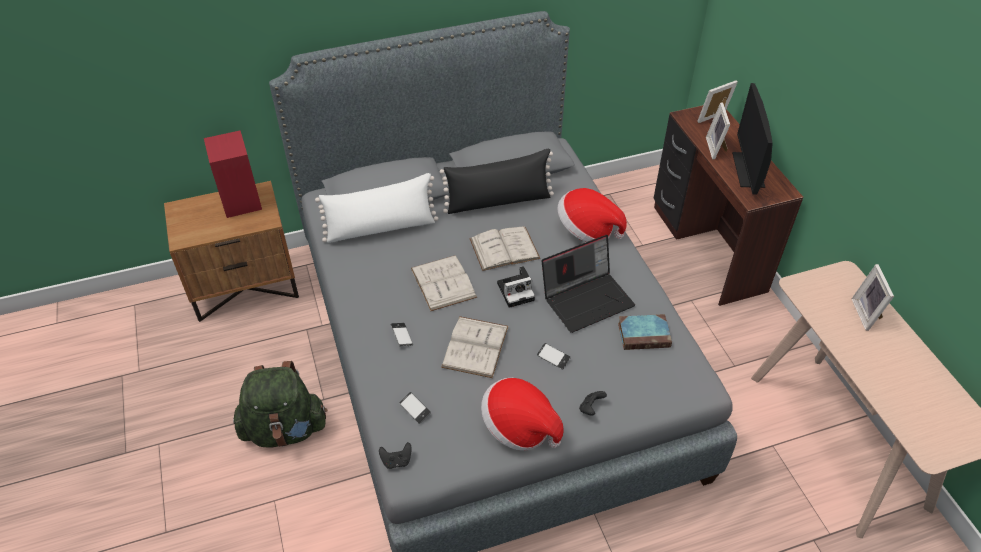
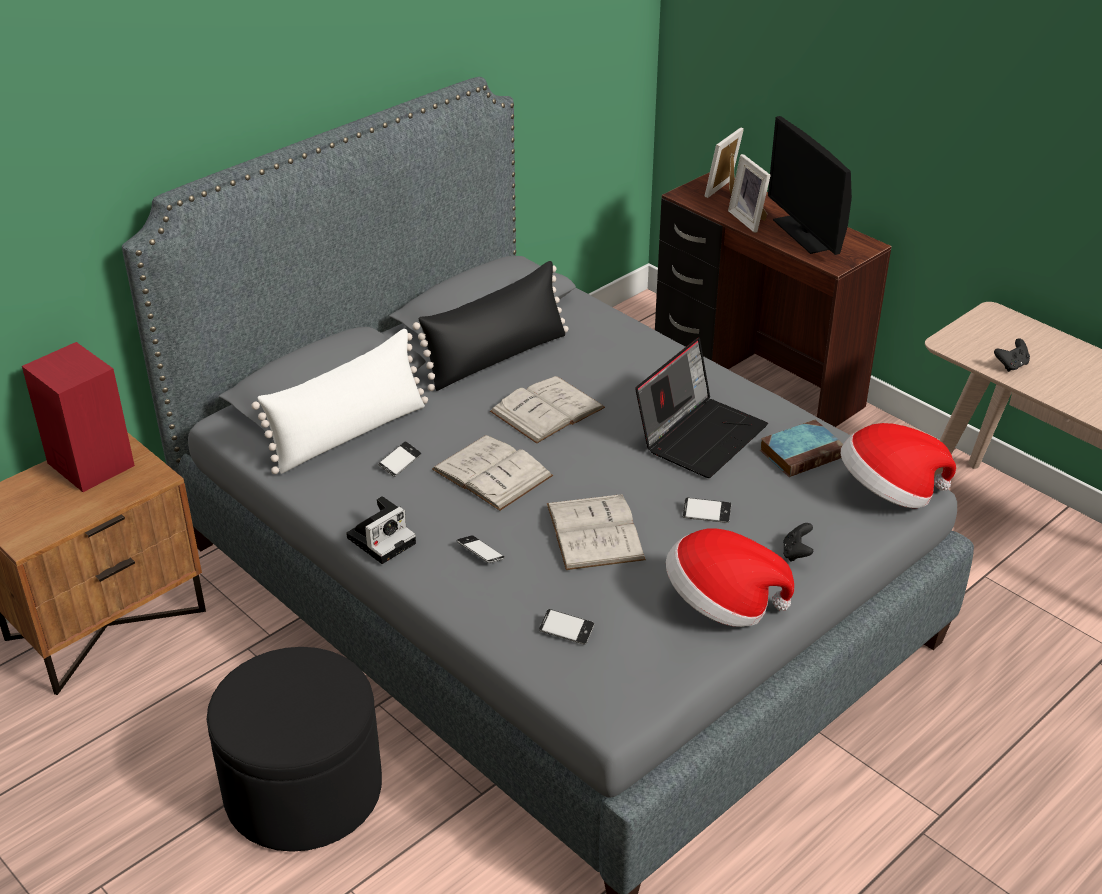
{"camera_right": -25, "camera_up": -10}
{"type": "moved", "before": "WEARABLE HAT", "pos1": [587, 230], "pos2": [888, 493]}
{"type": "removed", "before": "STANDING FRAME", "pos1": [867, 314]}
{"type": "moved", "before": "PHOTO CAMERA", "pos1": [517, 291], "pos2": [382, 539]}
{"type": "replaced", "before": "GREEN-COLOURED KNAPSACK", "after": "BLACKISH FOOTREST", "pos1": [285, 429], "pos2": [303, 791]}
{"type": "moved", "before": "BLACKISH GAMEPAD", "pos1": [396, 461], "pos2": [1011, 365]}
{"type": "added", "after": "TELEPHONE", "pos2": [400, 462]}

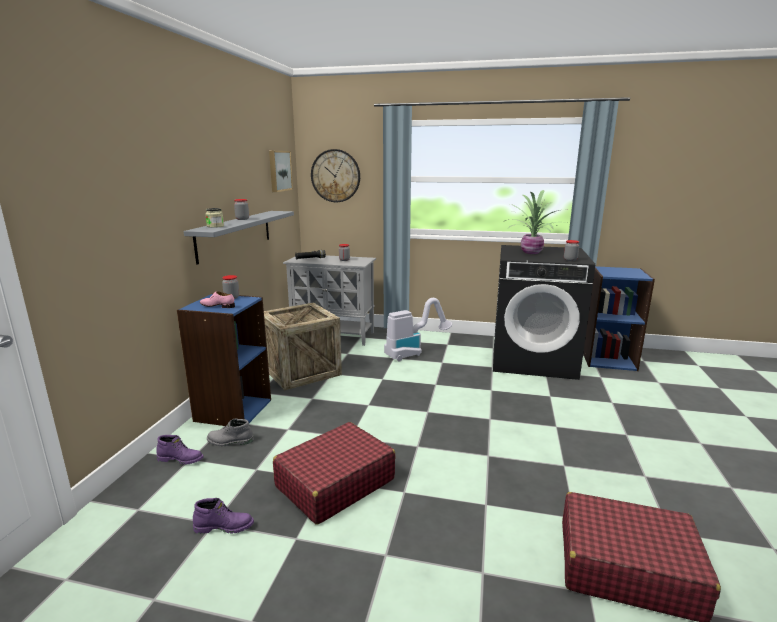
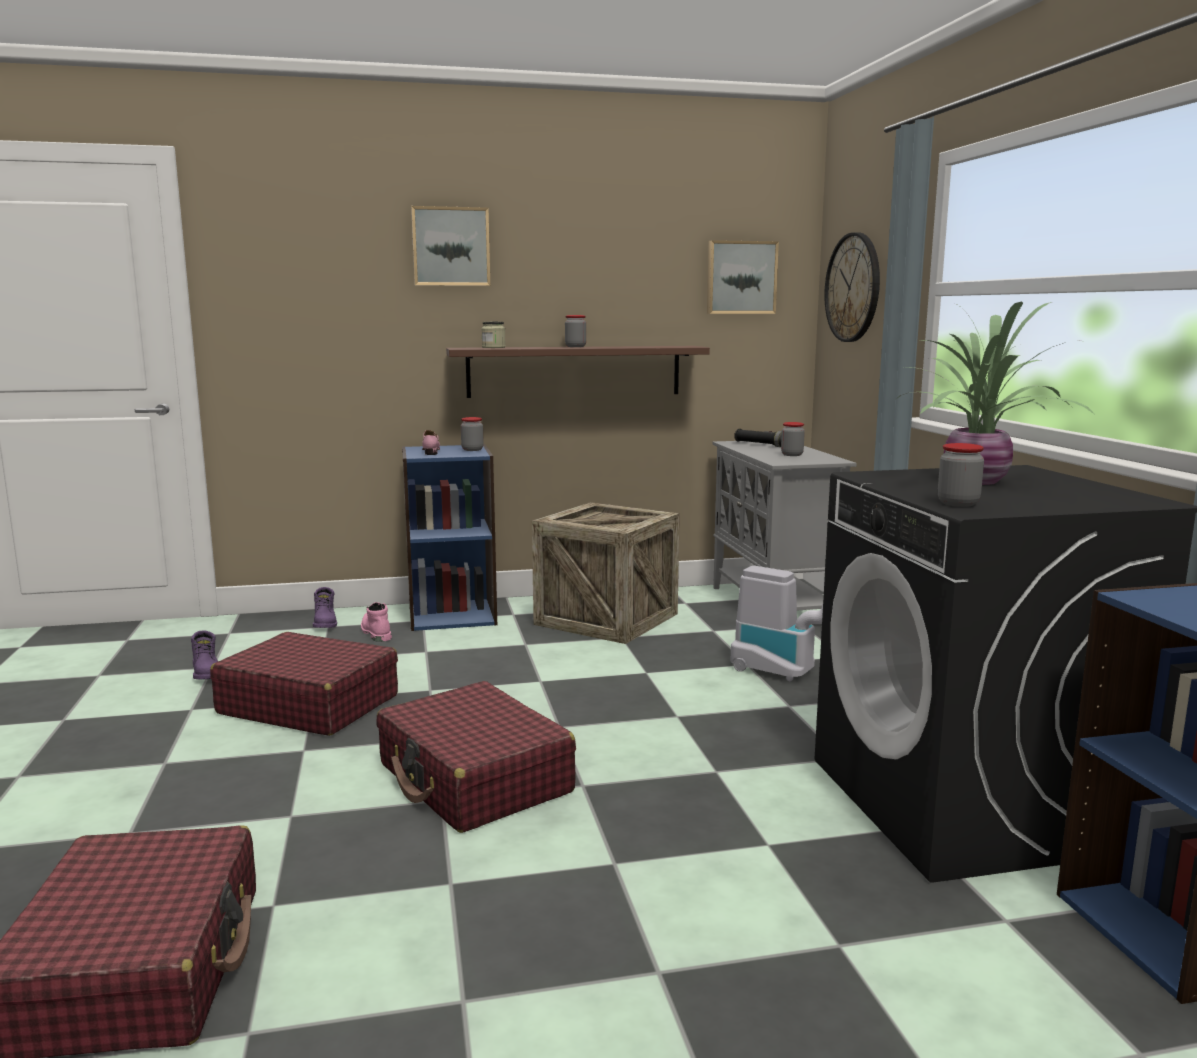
{"camera_right": 65, "camera_up": -5}
{"type": "recoloured", "before": "GRAY BRACKET SHELF", "after": "BROWN BRACKET SHELF", "pos1": [235, 234], "pos2": [574, 371]}
{"type": "recoloured", "before": "GRAY TALL BOOT", "after": "PINK-COLOURED TALL BOOT", "pos1": [230, 441], "pos2": [375, 632]}
{"type": "added", "after": "WALL PICTURE", "pos2": [451, 247]}
{"type": "added", "after": "RED-COLOURED PIECE OF LUGGAGE", "pos2": [475, 779]}

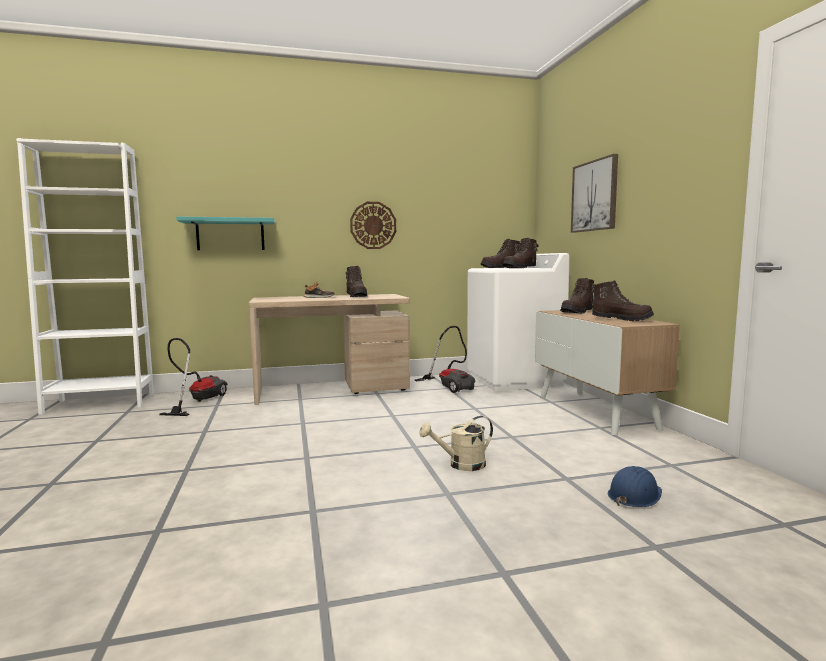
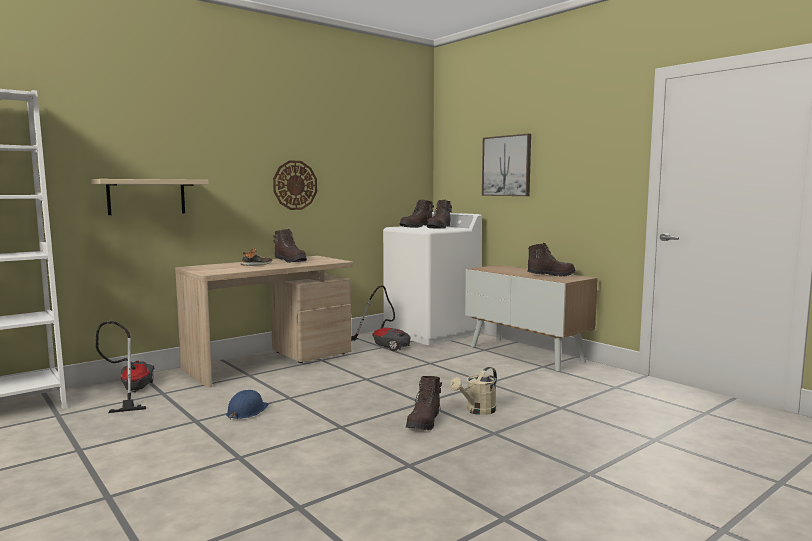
{"camera_right": -25, "camera_up": 0}
{"type": "recoloured", "before": "BLUE-GREEN BRACKET SHELF", "after": "BEIGE BRACKET SHELF", "pos1": [230, 235], "pos2": [146, 197]}
{"type": "moved", "before": "BROWN TALL BOOT", "pos1": [578, 312], "pos2": [424, 422]}
{"type": "moved", "before": "BLUISH HARD HAT", "pos1": [634, 495], "pos2": [247, 411]}

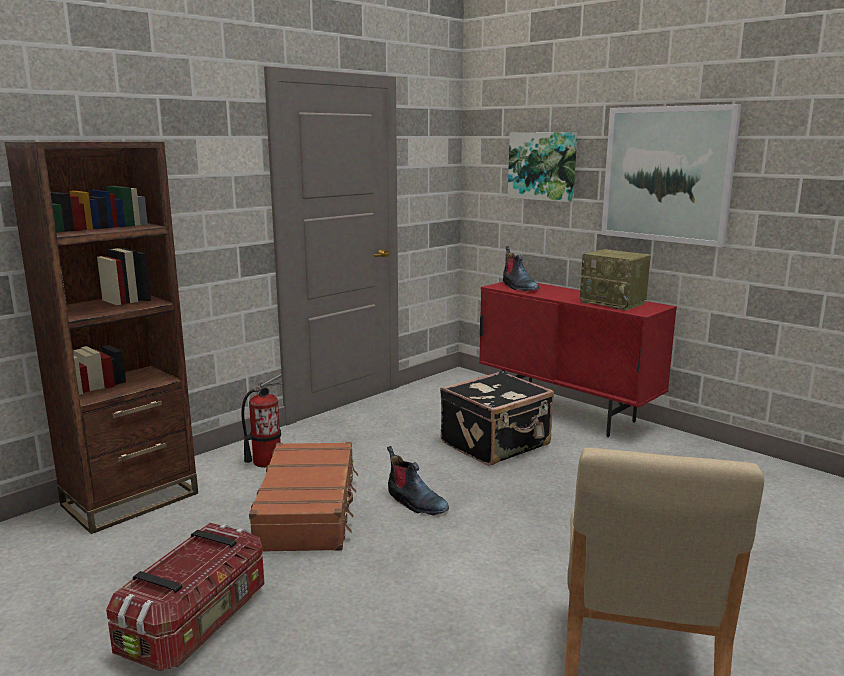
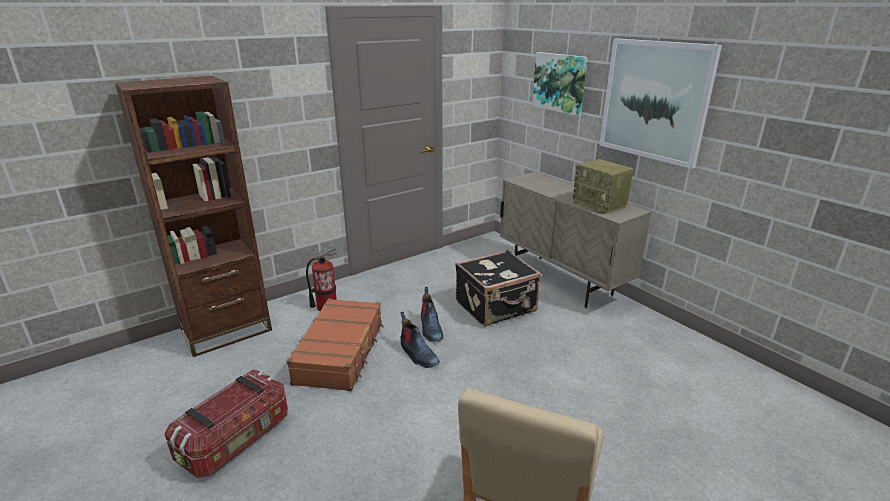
{"camera_right": 10, "camera_up": 10}
{"type": "moved", "before": "TALL BOOT", "pos1": [518, 287], "pos2": [430, 329]}
{"type": "recoloured", "before": "RED-COLOURED CUPBOARD", "after": "BEIGE CUPBOARD", "pos1": [566, 412], "pos2": [561, 281]}

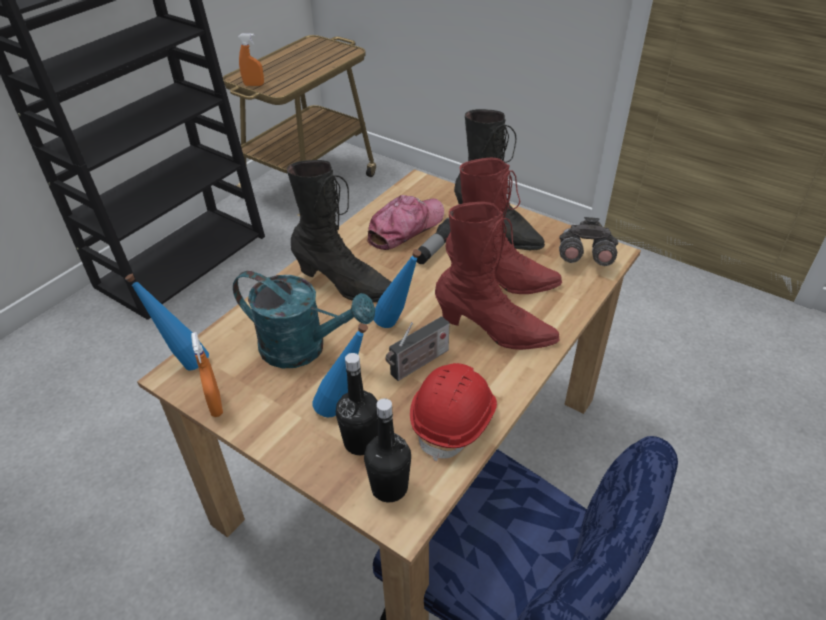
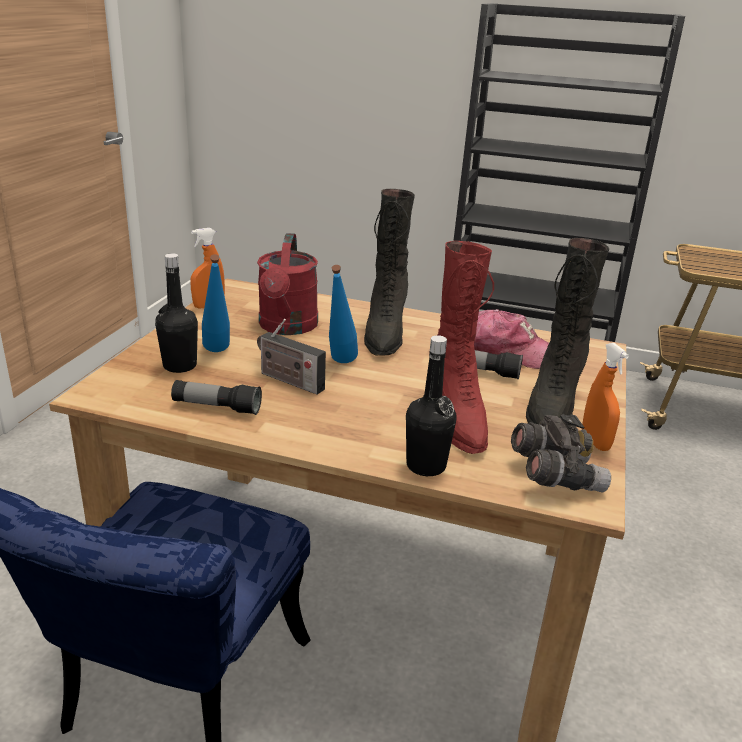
{"camera_right": 70, "camera_up": -15}
{"type": "moved", "before": "ORANGE-COLOURED SPRAYER", "pos1": [254, 85], "pos2": [595, 442]}
{"type": "removed", "before": "RED-COLOURED TALL BOOT", "pos1": [495, 331]}
{"type": "recoloured", "before": "BLUE-GREEN SPRINKLING CAN", "after": "RED-COLOURED SPRINKLING CAN", "pos1": [304, 348], "pos2": [287, 327]}
{"type": "removed", "before": "BLUISH BOTTLE", "pos1": [183, 361]}
{"type": "replaced", "before": "RED-COLOURED HARD HAT", "after": "FLASHLIGHT", "pos1": [454, 420], "pos2": [217, 407]}
{"type": "moved", "before": "BLACKISH BOTTLE", "pos1": [389, 487], "pos2": [426, 466]}

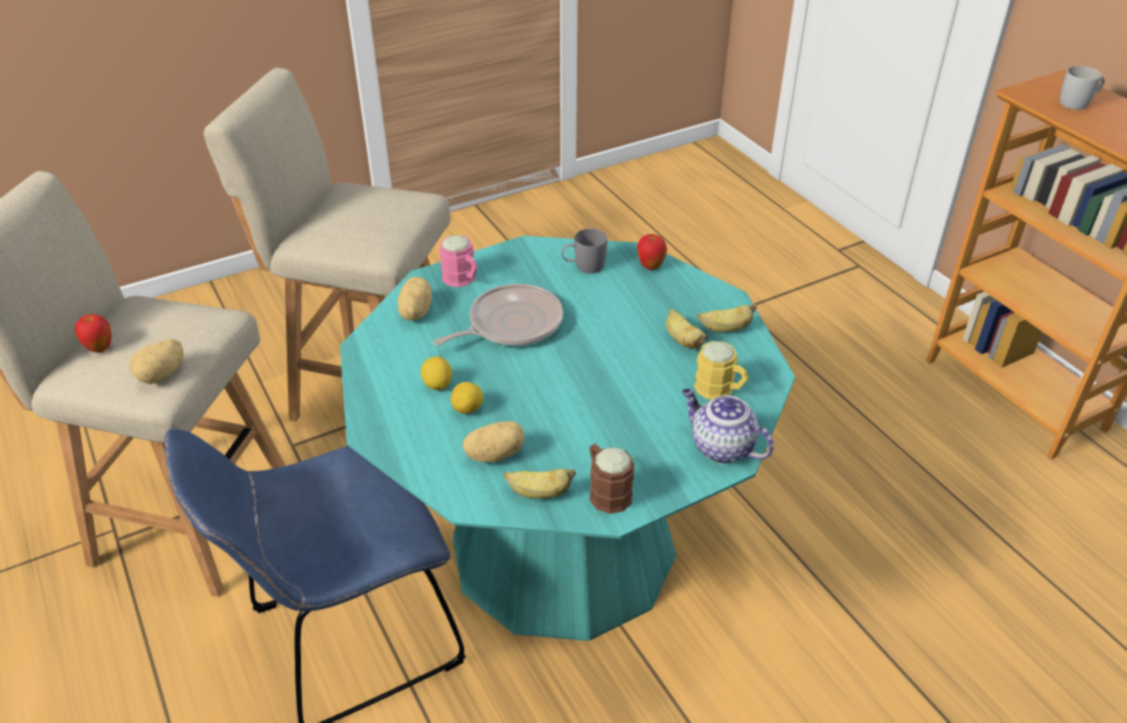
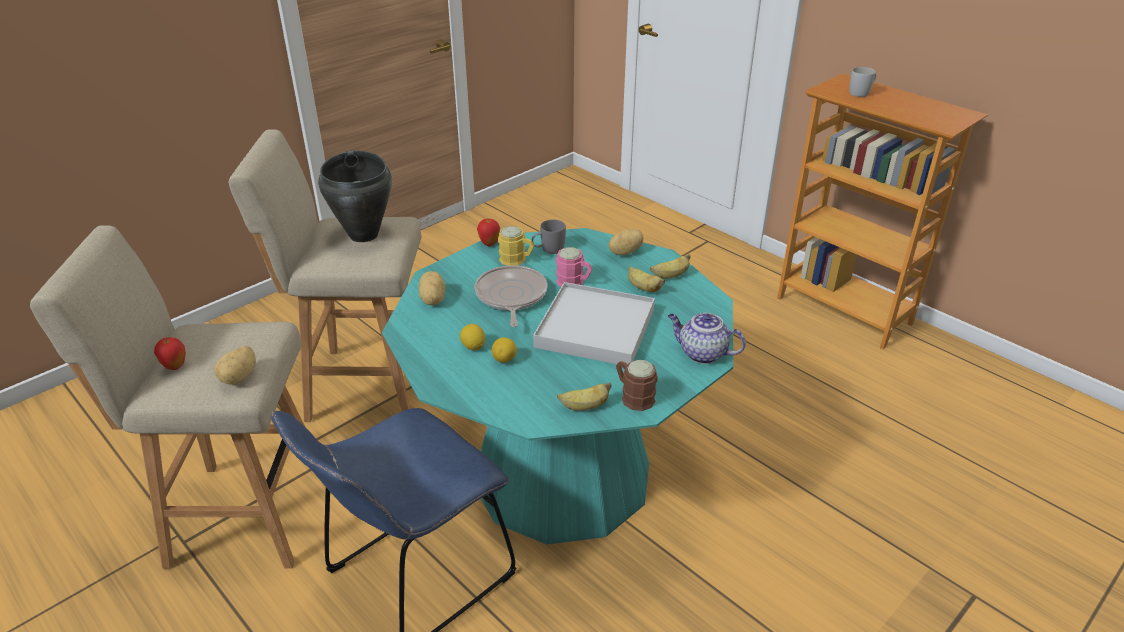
{"camera_right": -15, "camera_up": -5}
{"type": "moved", "before": "WHOLE APPLE", "pos1": [650, 266], "pos2": [489, 244]}
{"type": "moved", "before": "PINK-COLOURED MUG", "pos1": [462, 279], "pos2": [574, 282]}
{"type": "turned", "before": "SKILLET", "pos1": [511, 324], "pos2": [511, 296], "turn": -45}
{"type": "moved", "before": "YELLOWISH MUG", "pos1": [720, 390], "pos2": [517, 260]}
{"type": "moved", "before": "POTATO", "pos1": [495, 454], "pos2": [624, 252]}
{"type": "added", "after": "BLACKISH SAUCEPOT", "pos2": [364, 235]}
{"type": "added", "after": "WHITISH CARRYING TRAY", "pos2": [595, 328]}

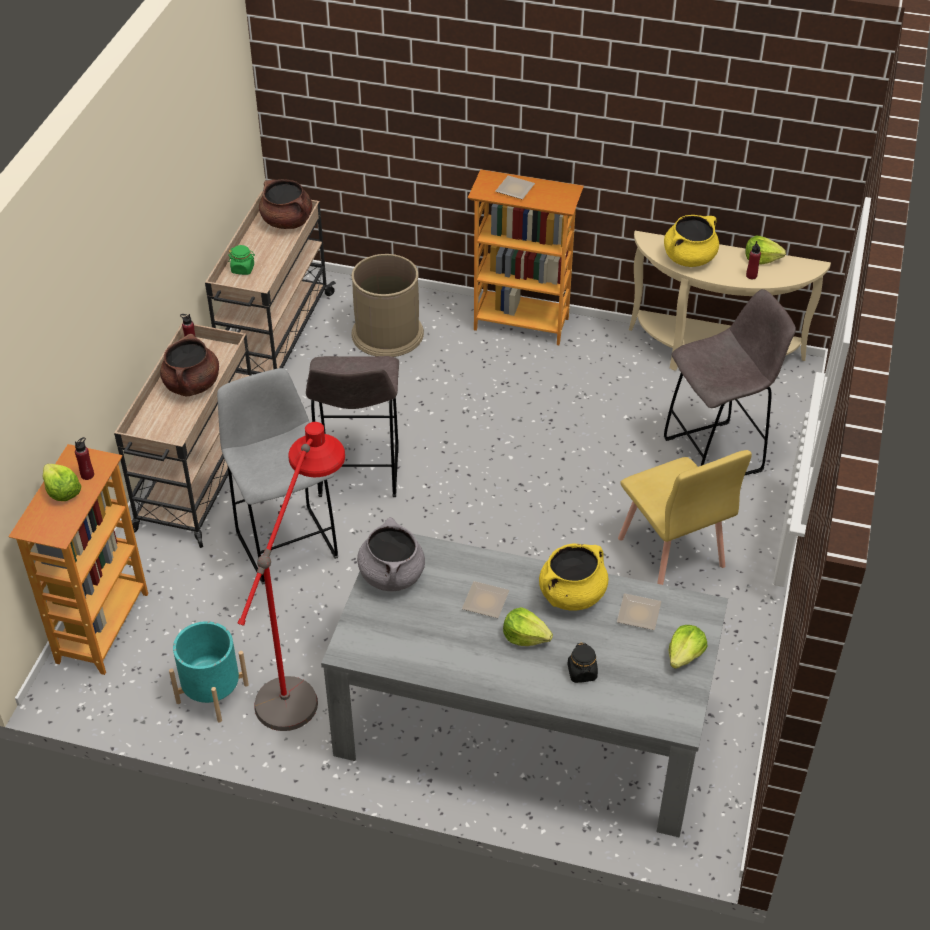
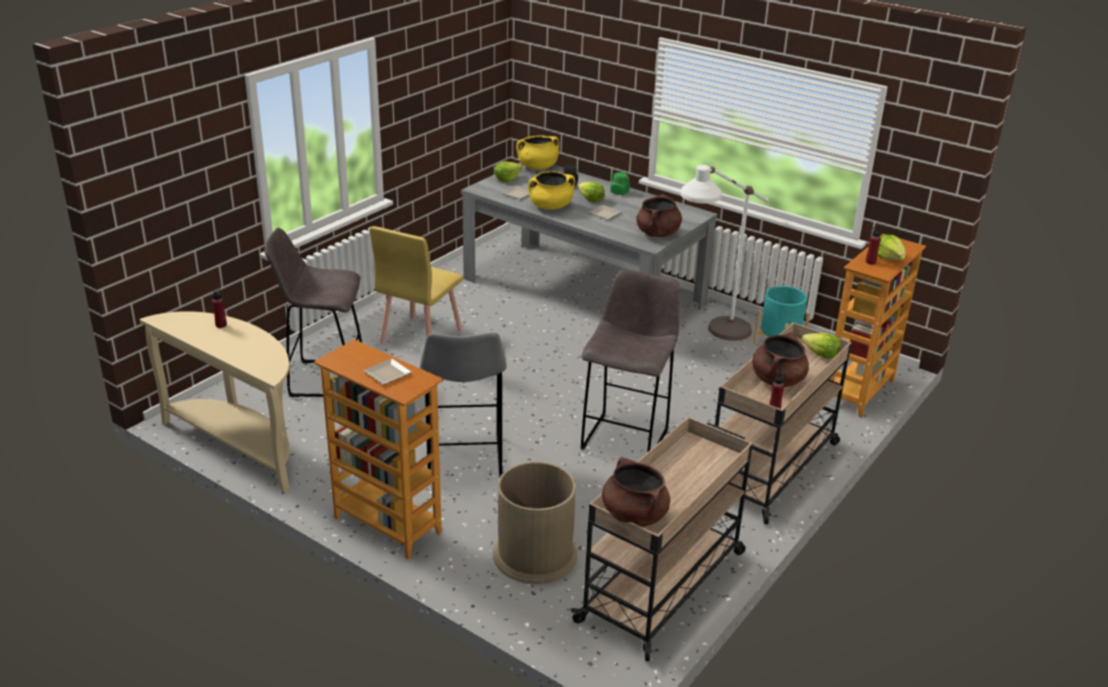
{"camera_right": -160, "camera_up": -15}
{"type": "moved", "before": "YELLOWISH SAUCEPOT", "pos1": [689, 258], "pos2": [537, 167]}
{"type": "moved", "before": "LETTUCE", "pos1": [761, 259], "pos2": [820, 354]}
{"type": "moved", "before": "GREEN-COLOURED PRESERVE JAR", "pos1": [243, 269], "pos2": [619, 192]}
{"type": "moved", "before": "GRAY SITTING STOOL", "pos1": [285, 543], "pos2": [464, 460]}
{"type": "recoloured", "before": "RED-COLOURED STANDING LAMP", "after": "WHITISH STANDING LAMP", "pos1": [305, 670], "pos2": [711, 340]}
{"type": "turned", "before": "YELLOWISH UPRIGHT CHAIR", "pos1": [671, 553], "pos2": [420, 336], "turn": -150}
{"type": "recoloured", "before": "GRAY SAUCEPOT", "after": "BROWN SAUCEPOT", "pos1": [391, 575], "pos2": [658, 233]}

